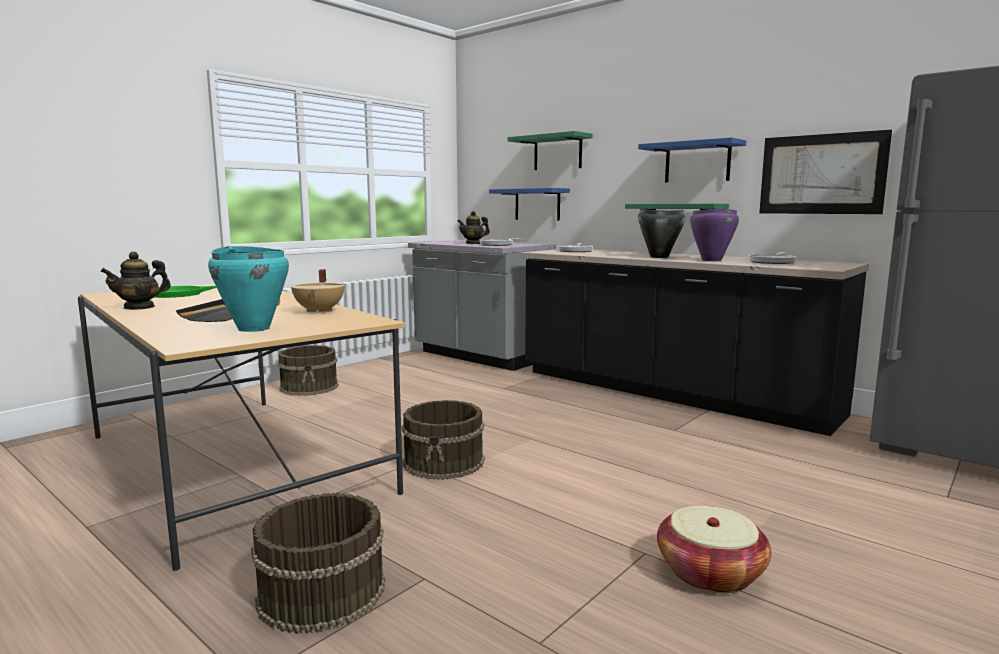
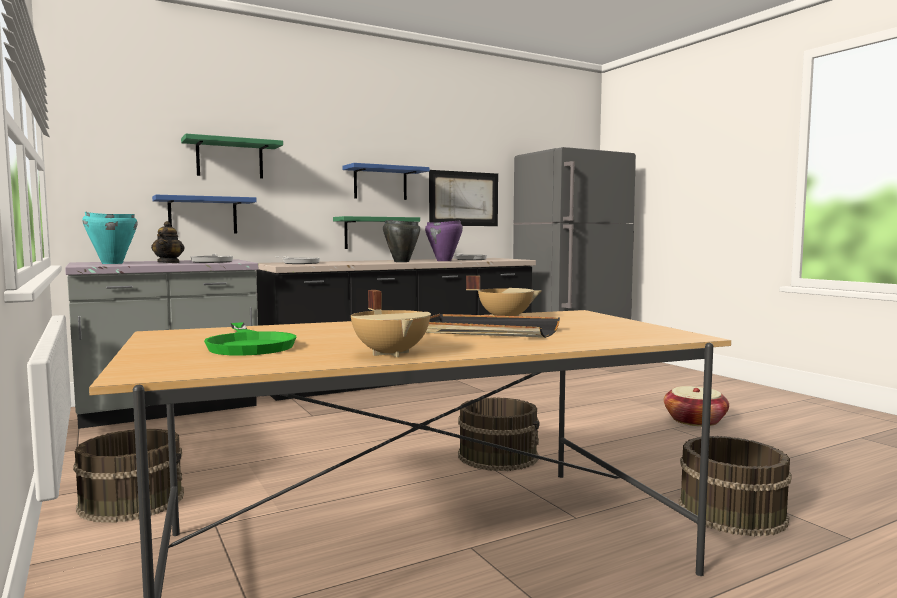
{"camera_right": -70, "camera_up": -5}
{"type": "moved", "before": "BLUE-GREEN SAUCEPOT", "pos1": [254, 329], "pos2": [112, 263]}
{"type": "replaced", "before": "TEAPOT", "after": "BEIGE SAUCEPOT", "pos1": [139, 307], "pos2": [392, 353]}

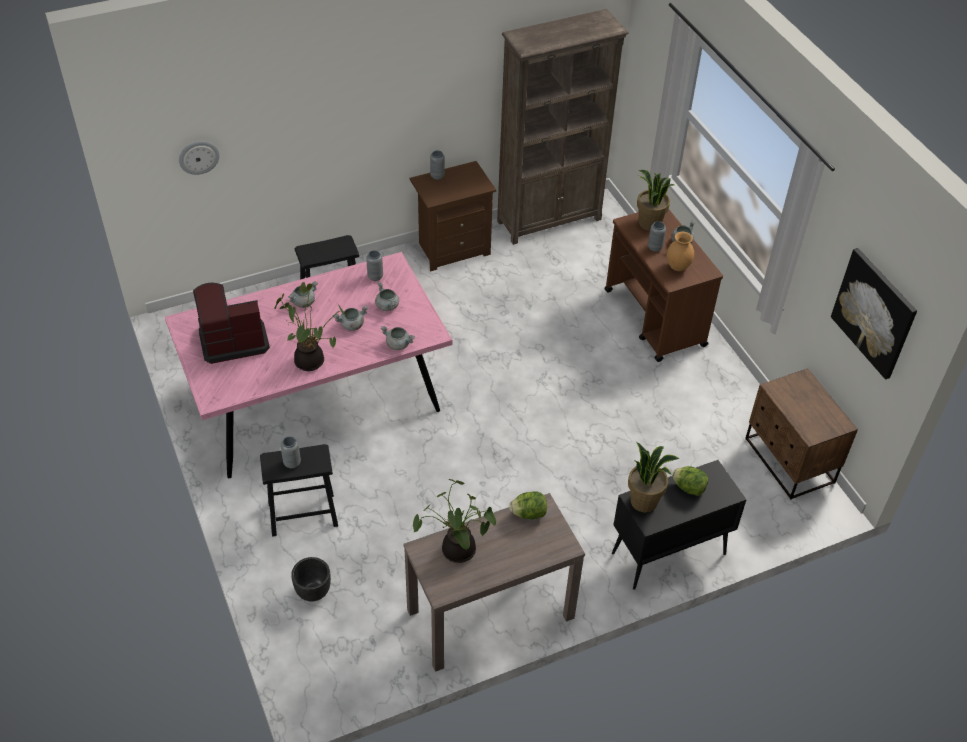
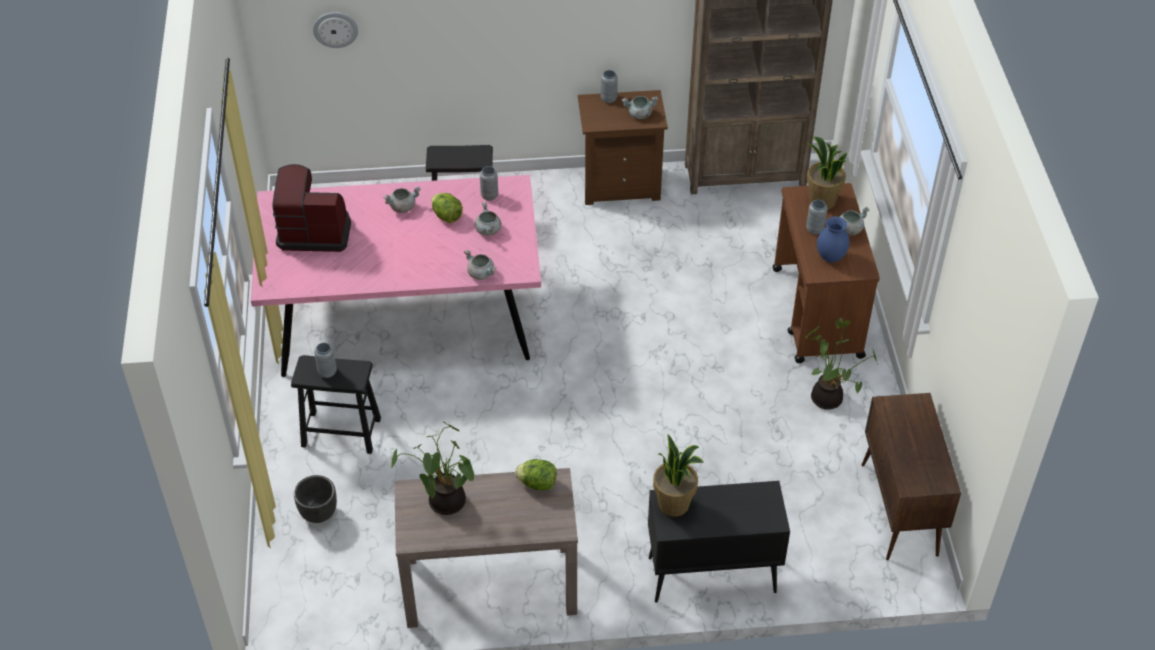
{"camera_right": 20, "camera_up": 0}
{"type": "recoloured", "before": "BROWN VASE", "after": "BLUISH VASE", "pos1": [677, 267], "pos2": [830, 257]}
{"type": "removed", "before": "WALL PICTURE", "pos1": [874, 313]}
{"type": "moved", "before": "HOUSEPLANT", "pos1": [312, 360], "pos2": [829, 398]}
{"type": "moved", "before": "GRAY SAUCEPOT", "pos1": [351, 325], "pos2": [639, 114]}
{"type": "replaced", "before": "BROWN BEDSIDE TABLE", "after": "BROWN CUPBOARD", "pos1": [789, 461], "pos2": [899, 510]}
{"type": "moved", "before": "LETTUCE", "pos1": [689, 488], "pos2": [447, 216]}

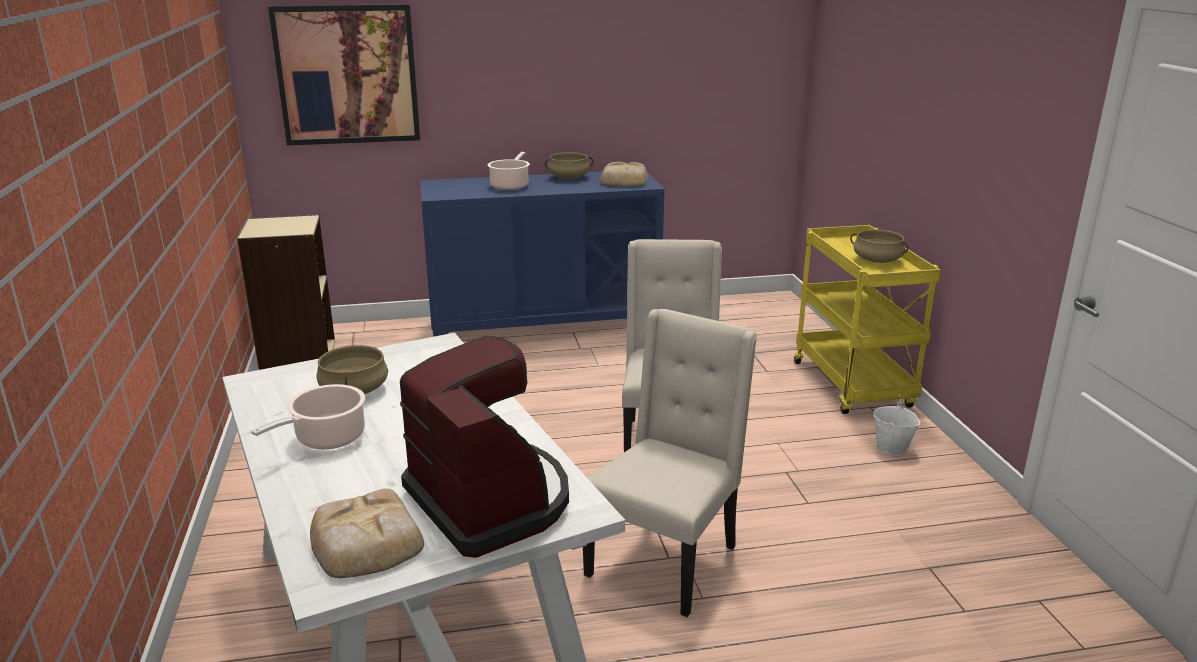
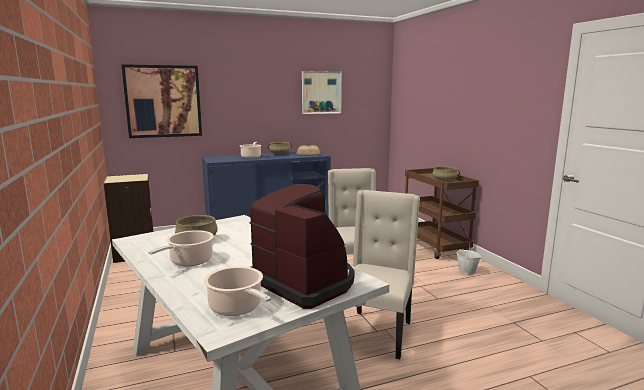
{"camera_right": -10, "camera_up": -10}
{"type": "recoloured", "before": "YELLOWISH CART", "after": "BROWN CART", "pos1": [854, 386], "pos2": [435, 247]}
{"type": "replaced", "before": "BREAD", "after": "SAUCEPOT", "pos1": [366, 543], "pos2": [237, 307]}
{"type": "added", "after": "WALL PICTURE", "pos2": [321, 92]}

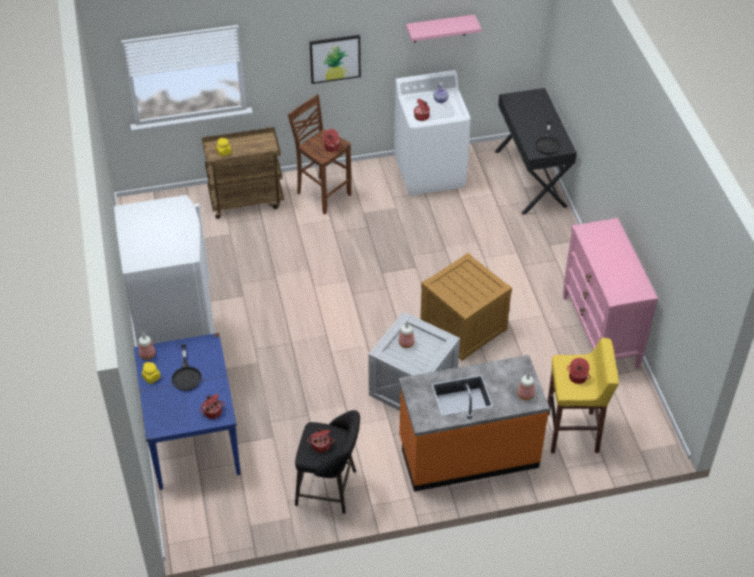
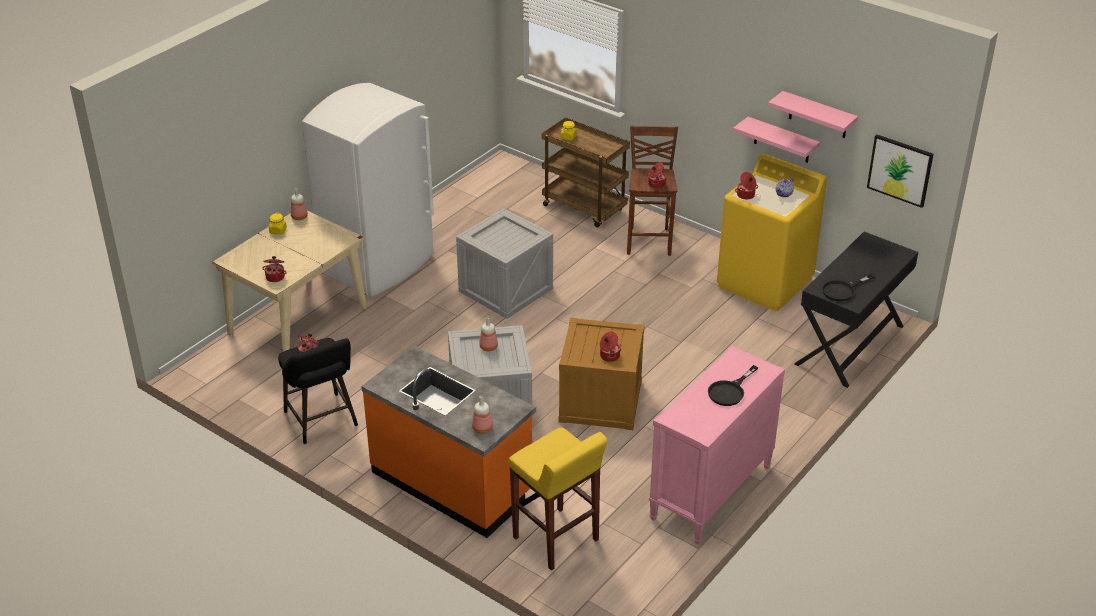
{"camera_right": 50, "camera_up": -10}
{"type": "moved", "before": "WALL PICTURE", "pos1": [335, 58], "pos2": [900, 170]}
{"type": "recoloured", "before": "WHITISH WASHING MACHINE", "after": "YELLOWISH WASHING MACHINE", "pos1": [430, 172], "pos2": [765, 283]}
{"type": "recoloured", "before": "BLUISH DINING TABLE", "after": "BEIGE DINING TABLE", "pos1": [192, 436], "pos2": [298, 320]}
{"type": "moved", "before": "BLACKISH SKILLET", "pos1": [186, 375], "pos2": [730, 391]}
{"type": "moved", "before": "SAUCEPOT", "pos1": [577, 378], "pos2": [609, 356]}
{"type": "added", "after": "PINK-COLOURED BRACKET SHELF", "pos2": [782, 140]}
{"type": "added", "after": "PACKING CRATE", "pos2": [505, 291]}

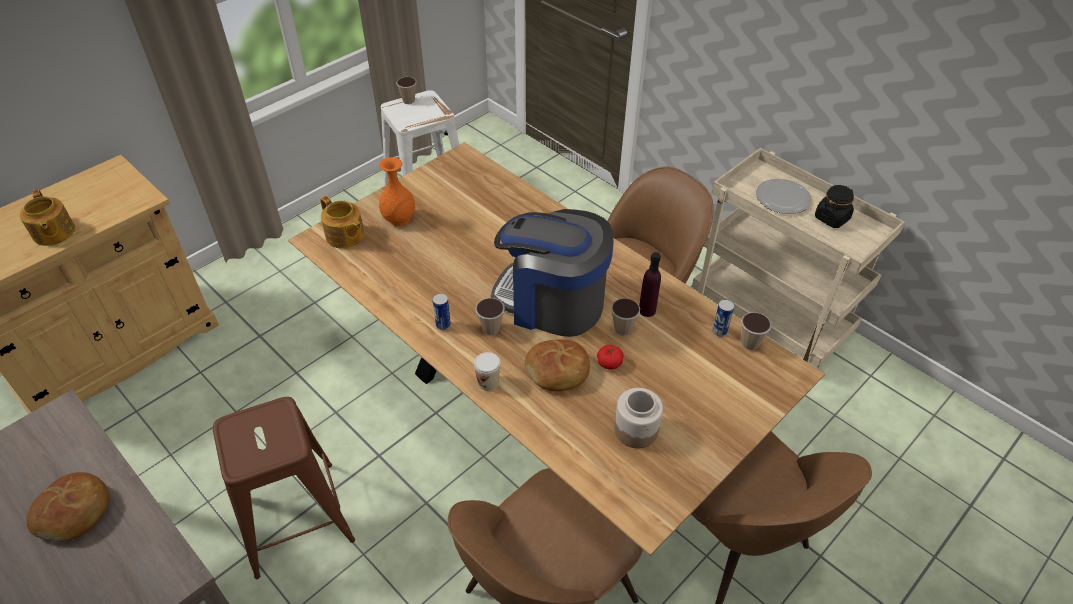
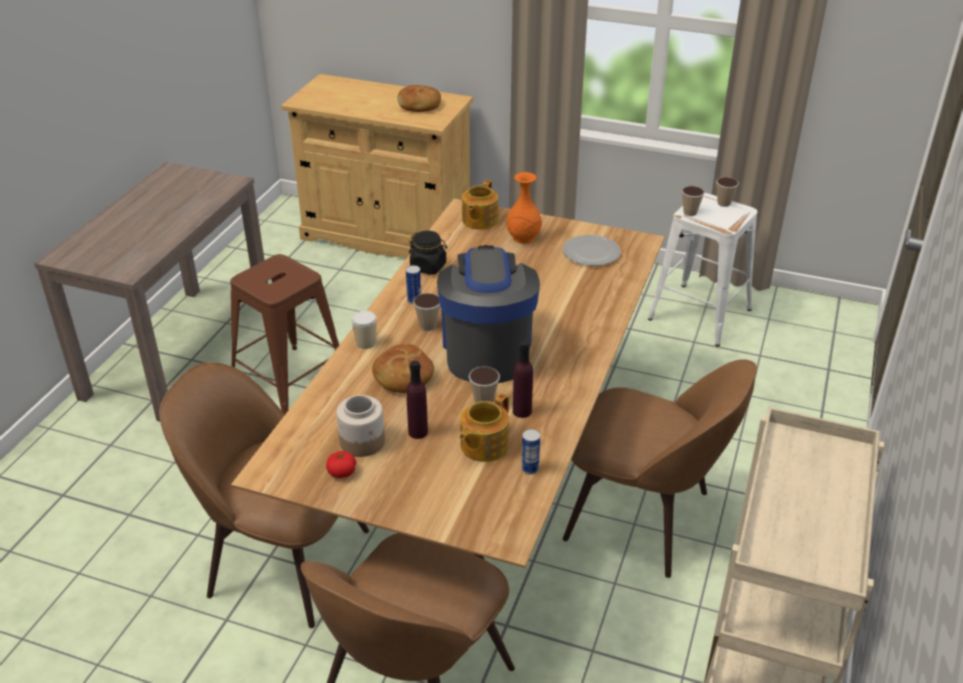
{"camera_right": 65, "camera_up": -10}
{"type": "moved", "before": "FLAT DISH", "pos1": [783, 198], "pos2": [591, 253]}
{"type": "moved", "before": "BLACKISH PRESERVE JAR", "pos1": [832, 218], "pos2": [428, 267]}
{"type": "moved", "before": "TEAPOT", "pos1": [53, 233], "pos2": [483, 445]}
{"type": "moved", "before": "DRINKING CUP", "pos1": [750, 343], "pos2": [690, 212]}
{"type": "moved", "before": "FRESH TOMATO", "pos1": [609, 363], "pos2": [342, 472]}
{"type": "moved", "before": "BREAD", "pos1": [75, 513], "pos2": [419, 106]}
{"type": "added", "after": "PURPLE-COLOURED BOTTLE", "pos2": [418, 432]}

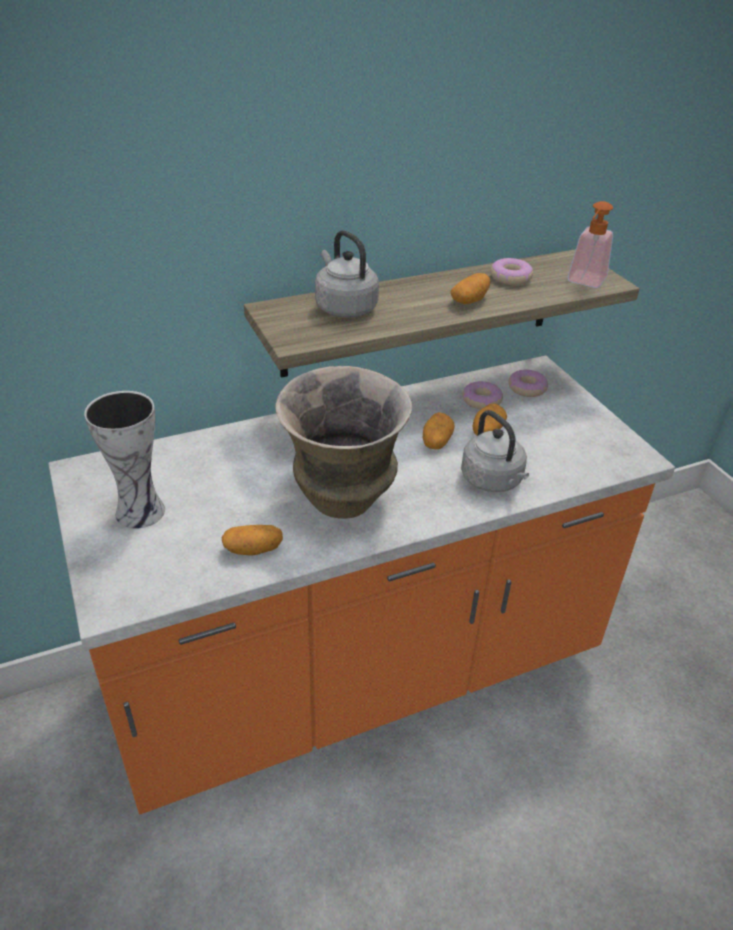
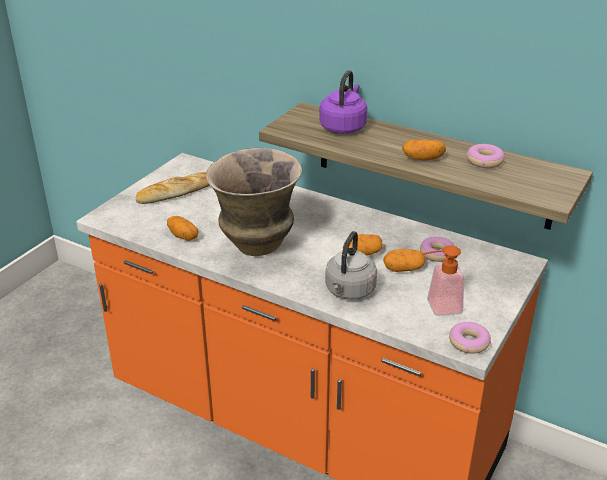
{"camera_right": 55, "camera_up": -5}
{"type": "moved", "before": "SOAP BOTTLE", "pos1": [584, 283], "pos2": [437, 307]}
{"type": "recoloured", "before": "GRAY WATER KETTLE", "after": "PURPLE-COLOURED WATER KETTLE", "pos1": [344, 307], "pos2": [343, 127]}
{"type": "moved", "before": "RING DOUGHNUT", "pos1": [527, 388], "pos2": [469, 342]}
{"type": "replaced", "before": "VASE", "after": "BREAD", "pos1": [142, 510], "pos2": [176, 192]}

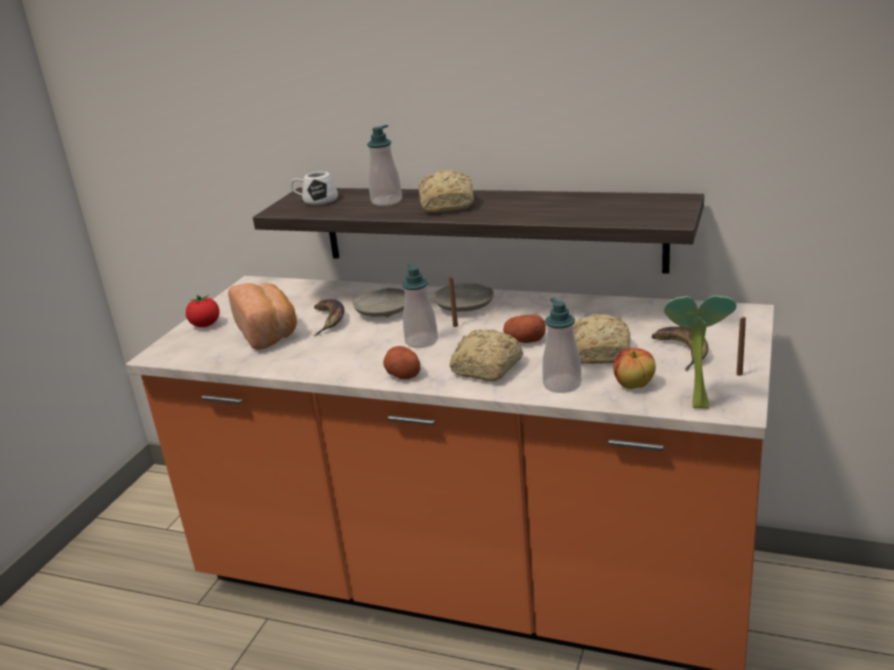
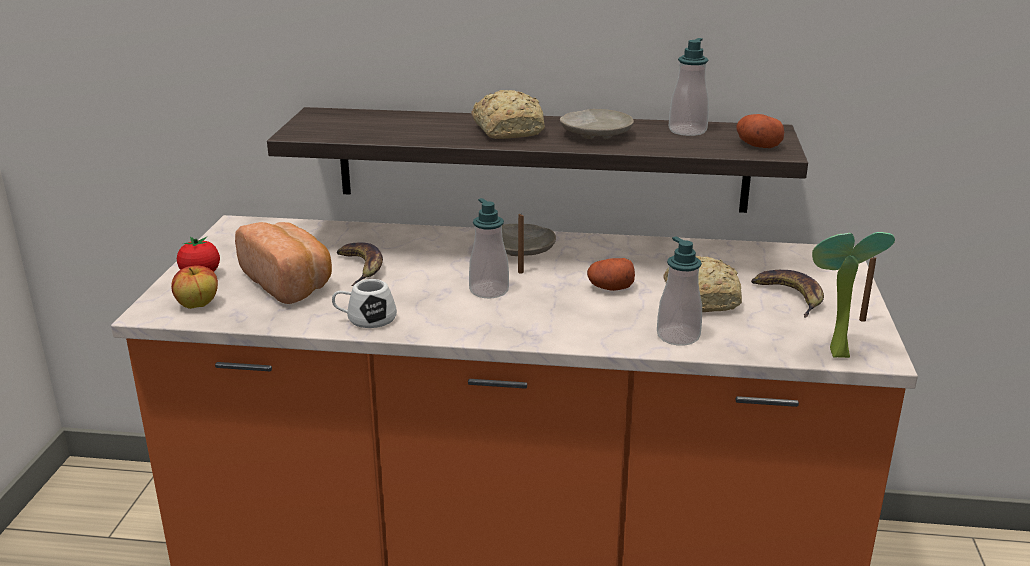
{"camera_right": -15, "camera_up": 0}
{"type": "moved", "before": "SOAP BOTTLE", "pos1": [386, 201], "pos2": [687, 131]}
{"type": "moved", "before": "WHITISH MUG", "pos1": [315, 201], "pos2": [365, 319]}
{"type": "moved", "before": "BEIGE FLAT DISH", "pos1": [384, 311], "pos2": [596, 134]}
{"type": "removed", "before": "BREAD", "pos1": [485, 369]}
{"type": "moved", "before": "POTATO", "pos1": [402, 373], "pos2": [756, 145]}
{"type": "moved", "before": "WHOLE APPLE", "pos1": [634, 385], "pos2": [197, 304]}

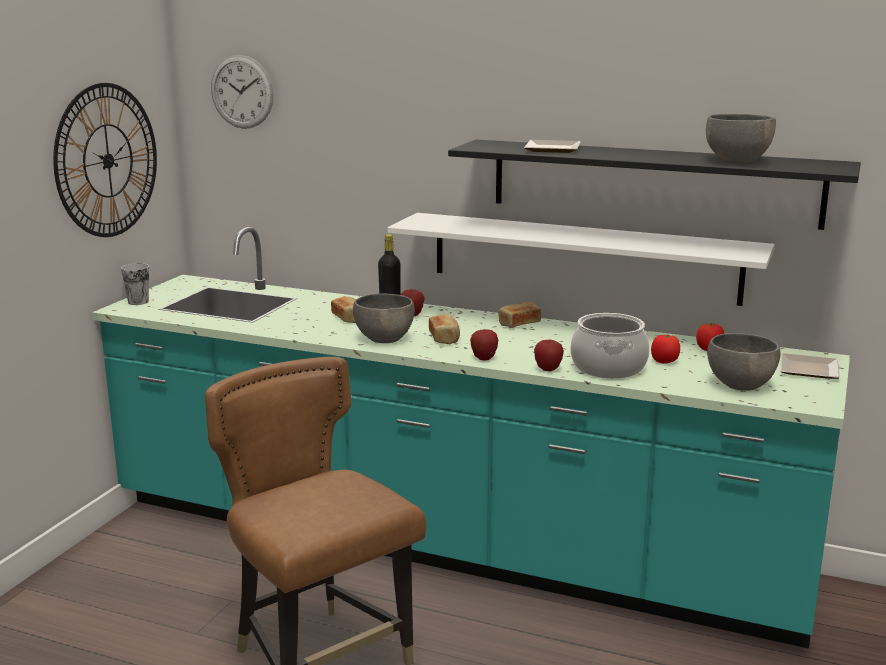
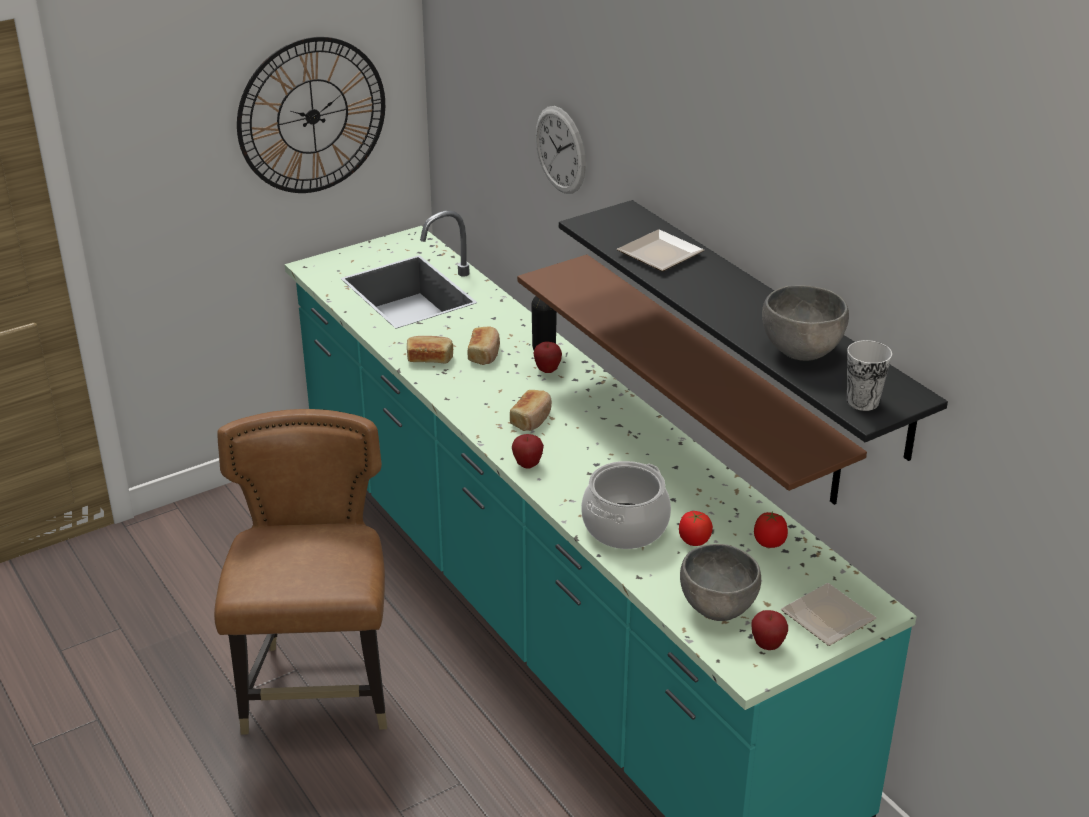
{"camera_right": 35, "camera_up": 15}
{"type": "moved", "before": "HANGING CLOCK", "pos1": [242, 92], "pos2": [560, 150]}
{"type": "recoloured", "before": "WHITISH BRACKET SHELF", "after": "BROWN BRACKET SHELF", "pos1": [583, 257], "pos2": [710, 375]}
{"type": "moved", "before": "DRINKING CUP", "pos1": [138, 302], "pos2": [862, 401]}
{"type": "removed", "before": "GRAY SERVING BOWL", "pos1": [385, 339]}
{"type": "moved", "before": "BREAD", "pos1": [518, 324], "pos2": [430, 358]}
{"type": "moved", "before": "WHOLE APPLE", "pos1": [548, 370], "pos2": [767, 645]}

